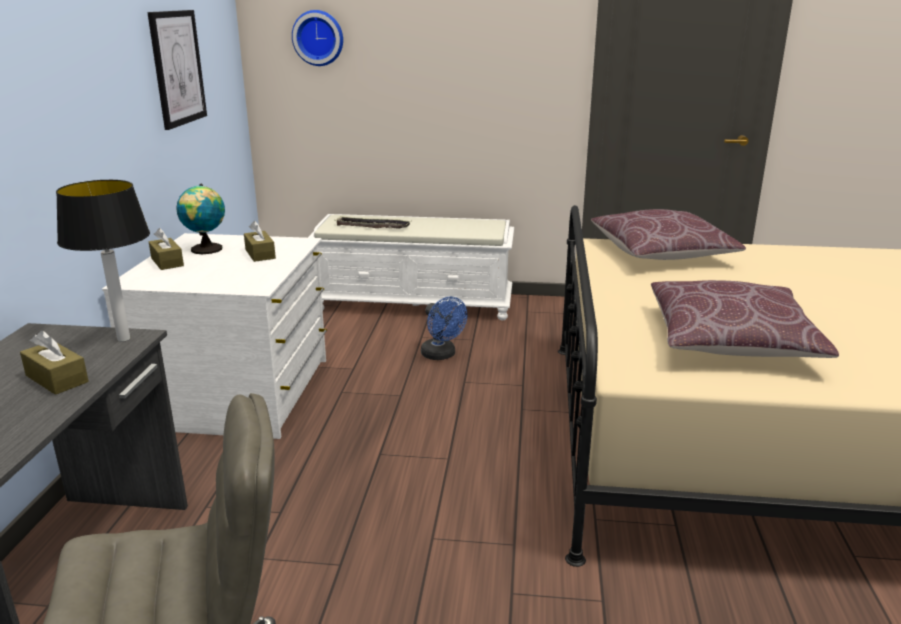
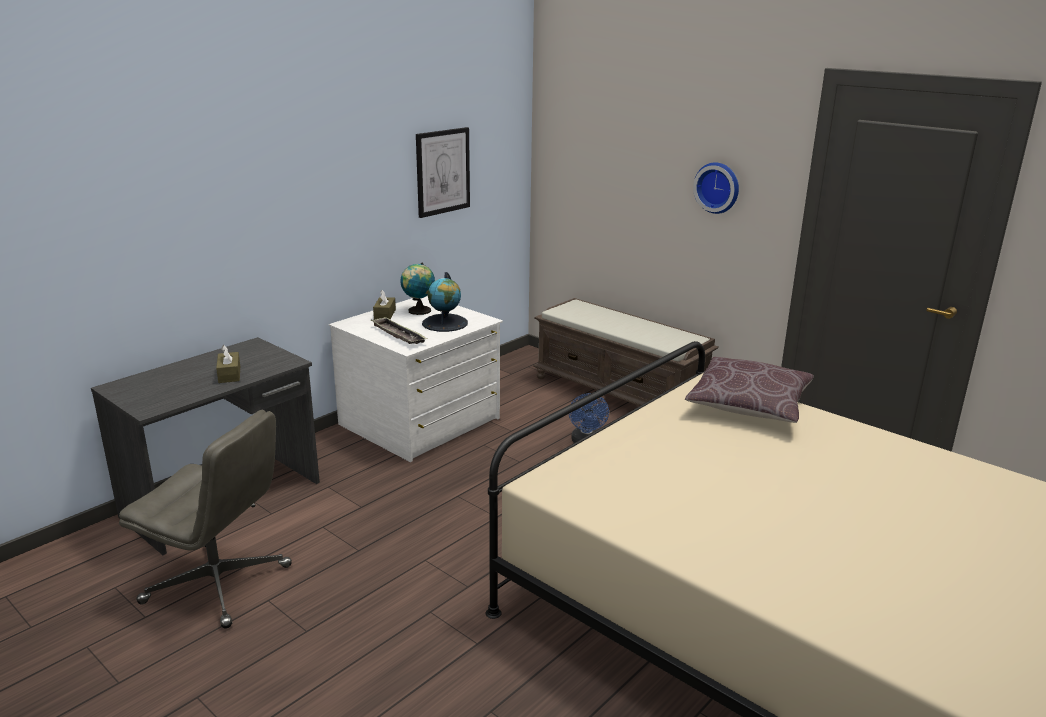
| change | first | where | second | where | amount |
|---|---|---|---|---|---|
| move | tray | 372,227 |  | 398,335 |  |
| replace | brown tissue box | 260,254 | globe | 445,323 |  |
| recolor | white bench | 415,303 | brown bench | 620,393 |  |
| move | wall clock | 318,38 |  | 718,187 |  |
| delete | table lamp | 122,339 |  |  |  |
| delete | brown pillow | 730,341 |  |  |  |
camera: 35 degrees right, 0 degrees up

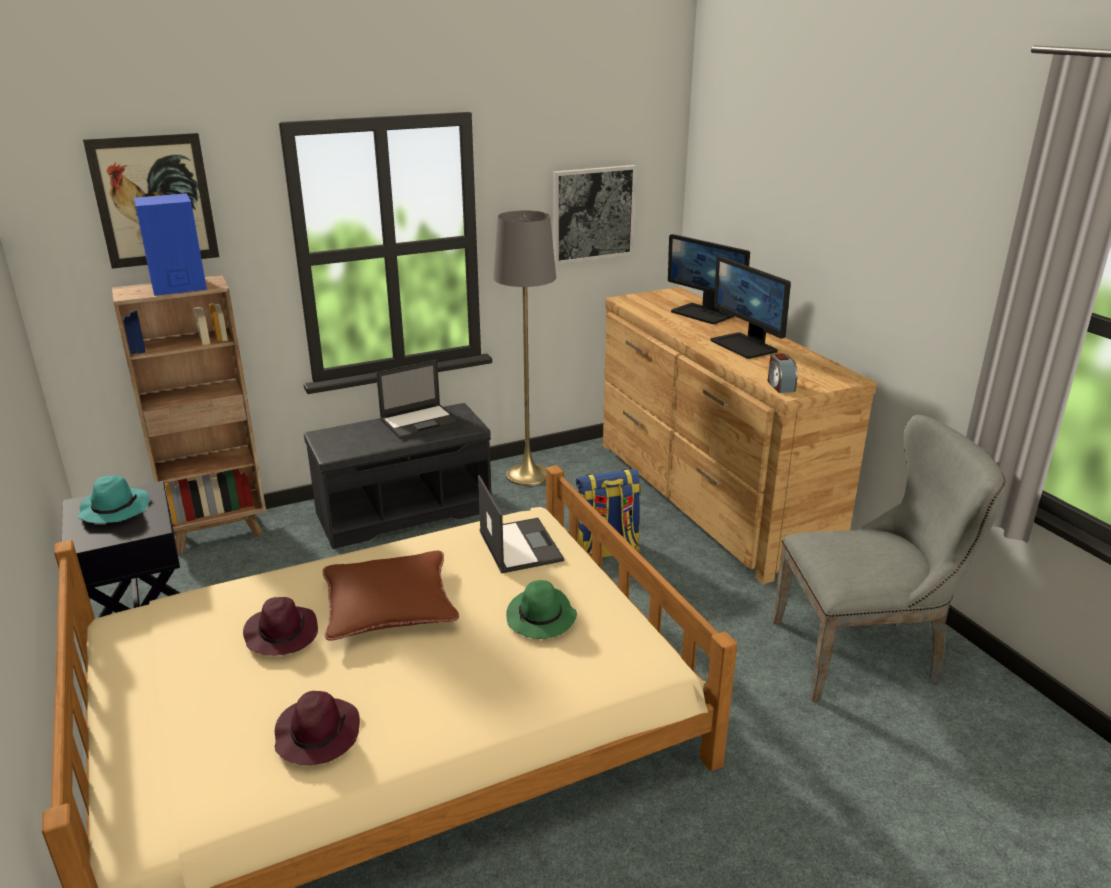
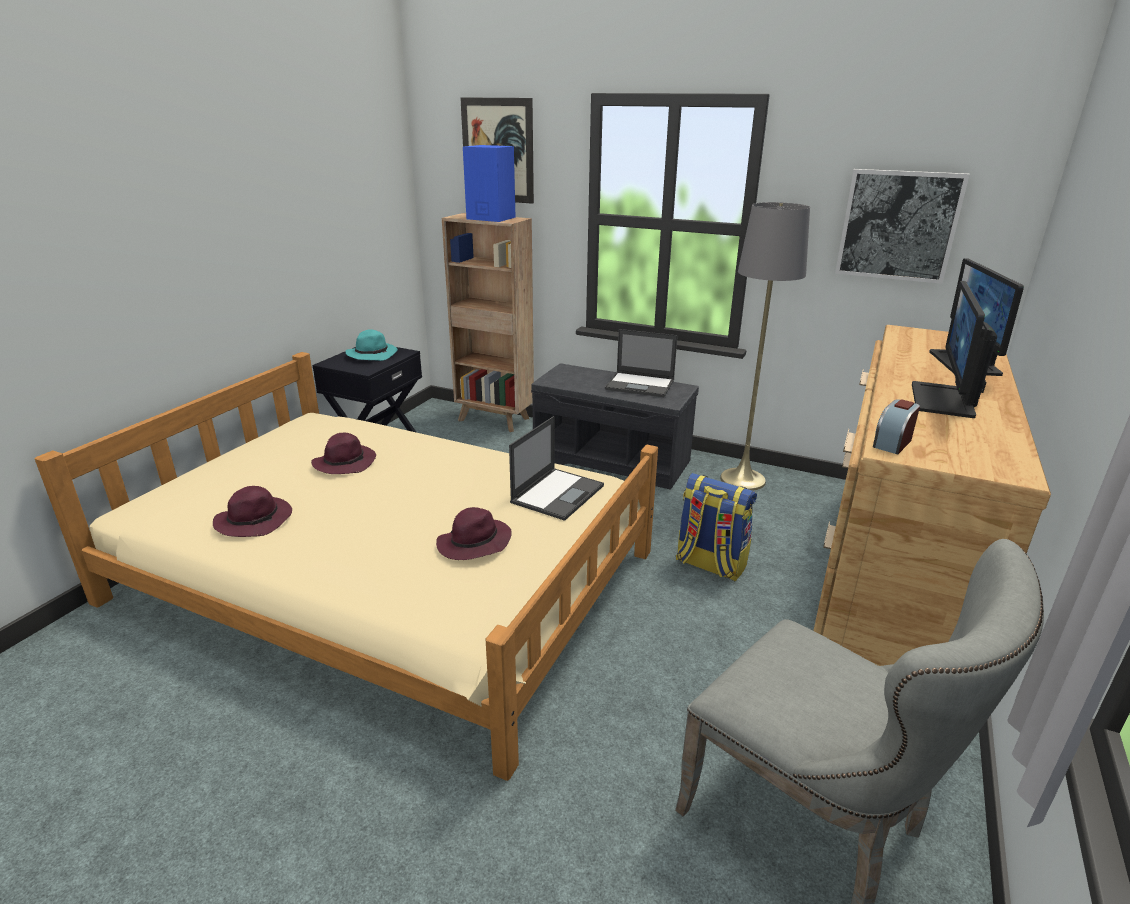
| change | first | where | second | where | amount |
|---|---|---|---|---|---|
| recolor | green hat | 541,618 | purple hat | 474,544 |  |
| delete | brown pillow | 389,605 |  |  |  |
camera: 50 degrees right, 0 degrees up

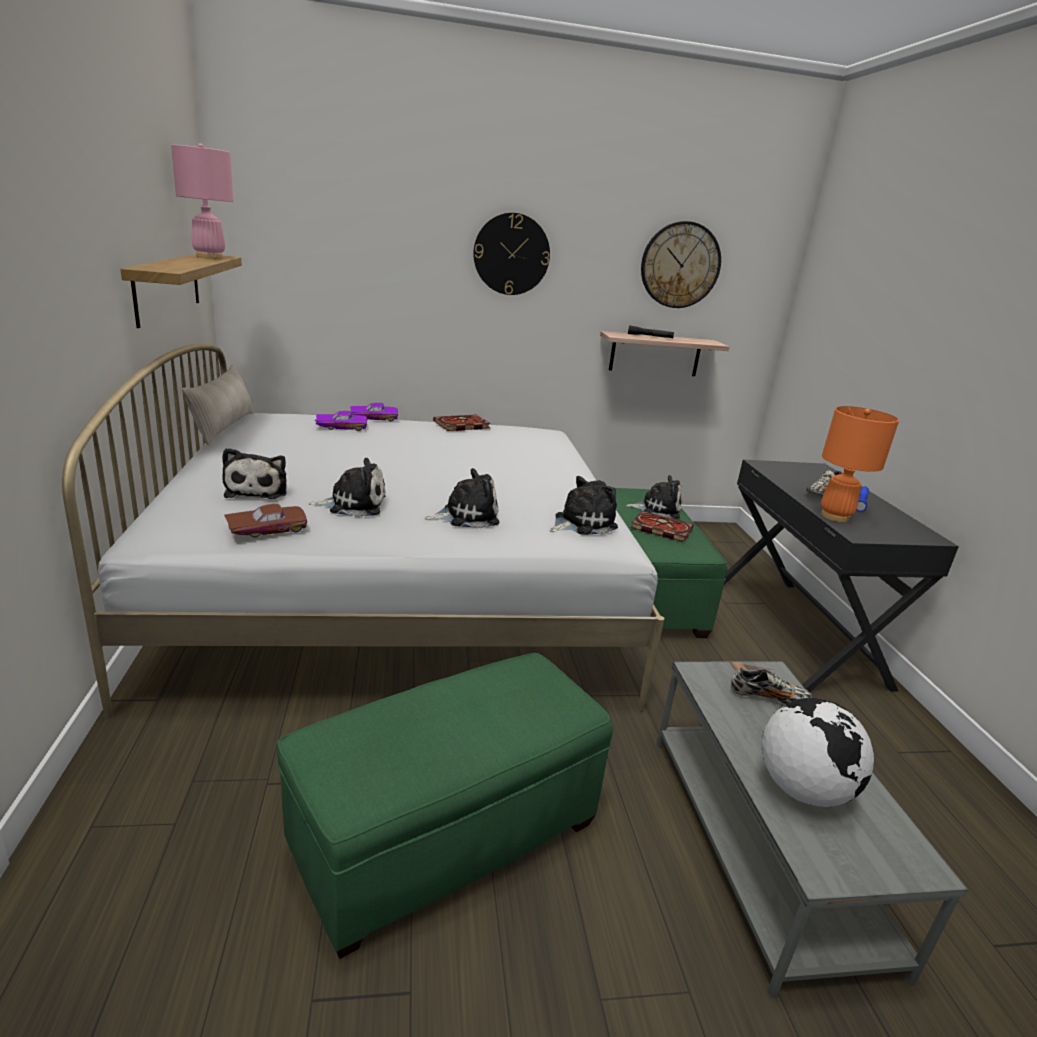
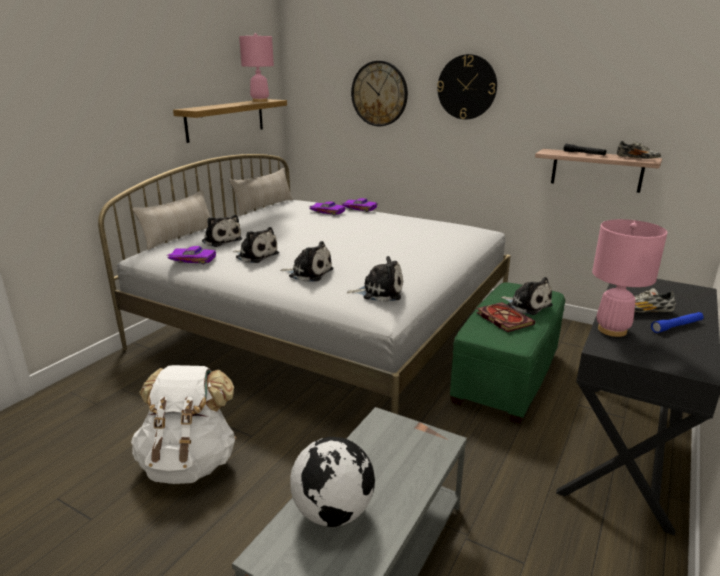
| change | first | where | second | where | amount |
|---|---|---|---|---|---|
| replace | green ottoman | 446,835 | white backpack | 189,462 |  |
| insert |  |  | beige pillow | 179,236 |  |
| recolor | brown toy car | 266,528 | purple toy car | 193,259 |  |
| rotate | plush toy | 258,490 |  | 221,240 | 75 degrees counterclockwise |
| move | wall clock | 680,265 |  | 379,94 |  |
| recolor | orange table lamp | 834,516 | pink table lamp | 611,330 |  |
| move | shoe | 768,698 |  | 637,159 |  |
| delete | book | 461,425 |  |  |  |
camera: 40 degrees right, 0 degrees up

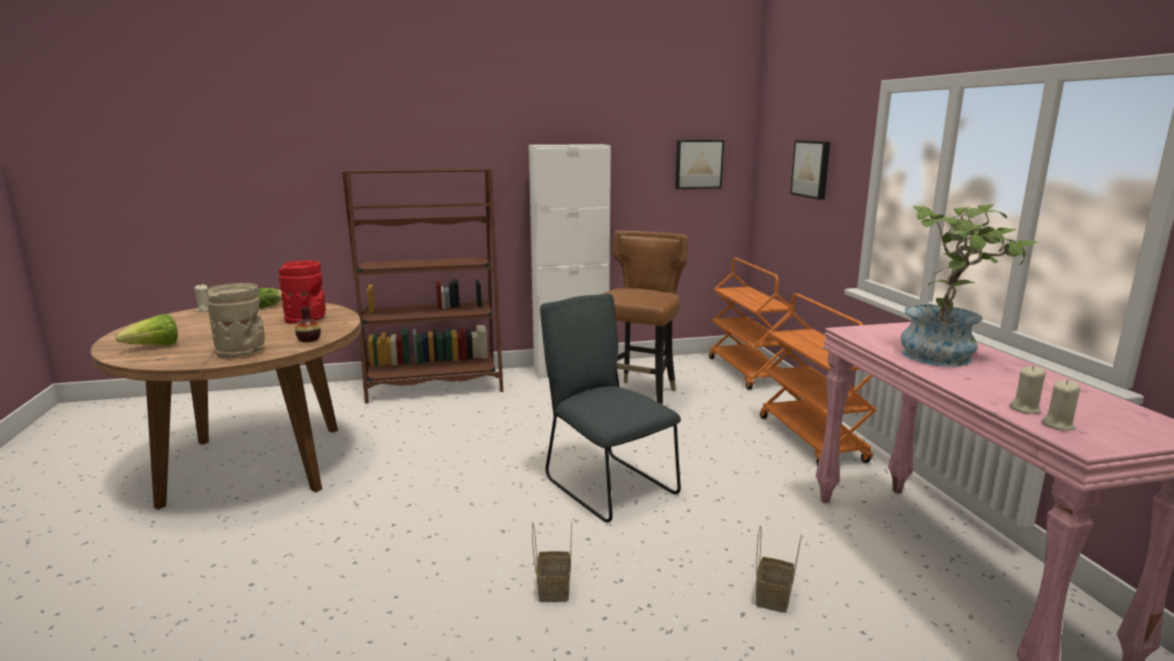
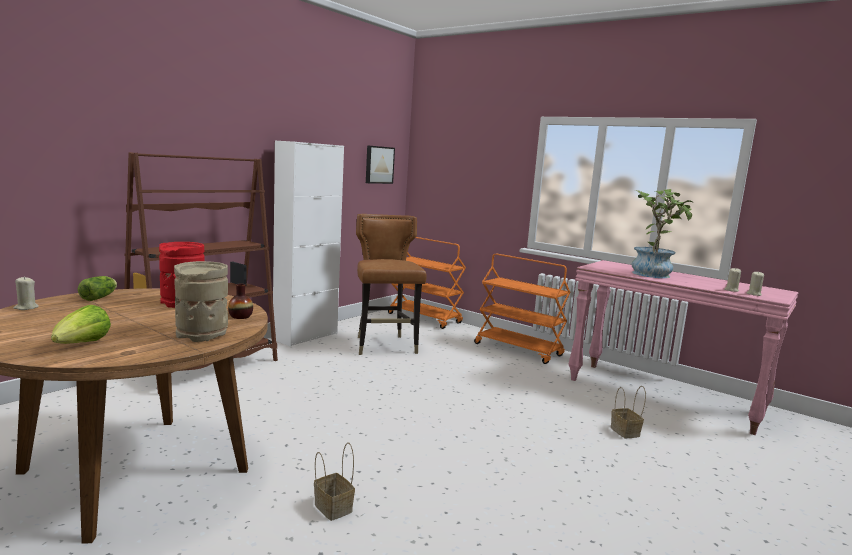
| change | first | where | second | where | amount |
|---|---|---|---|---|---|
| move | basket | 553,588 |  | 332,507 |  |
| delete | grey chair | 606,484 |  |  |  |
| delete | picture | 812,169 |  |  |  |
camera: 40 degrees left, 5 degrees down

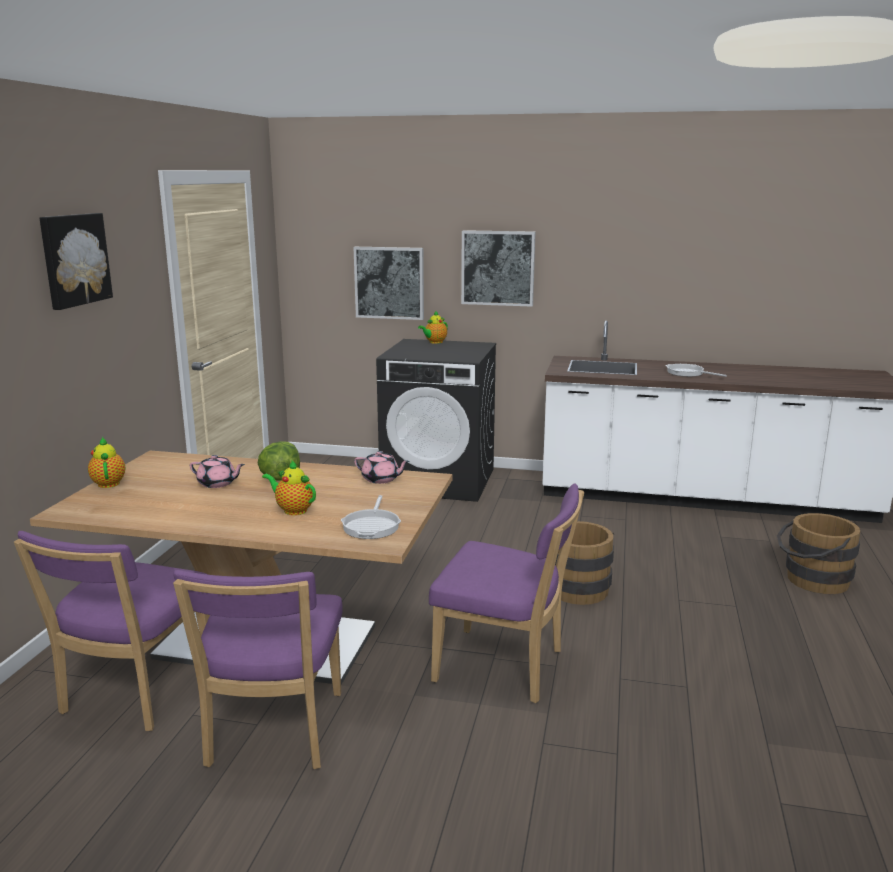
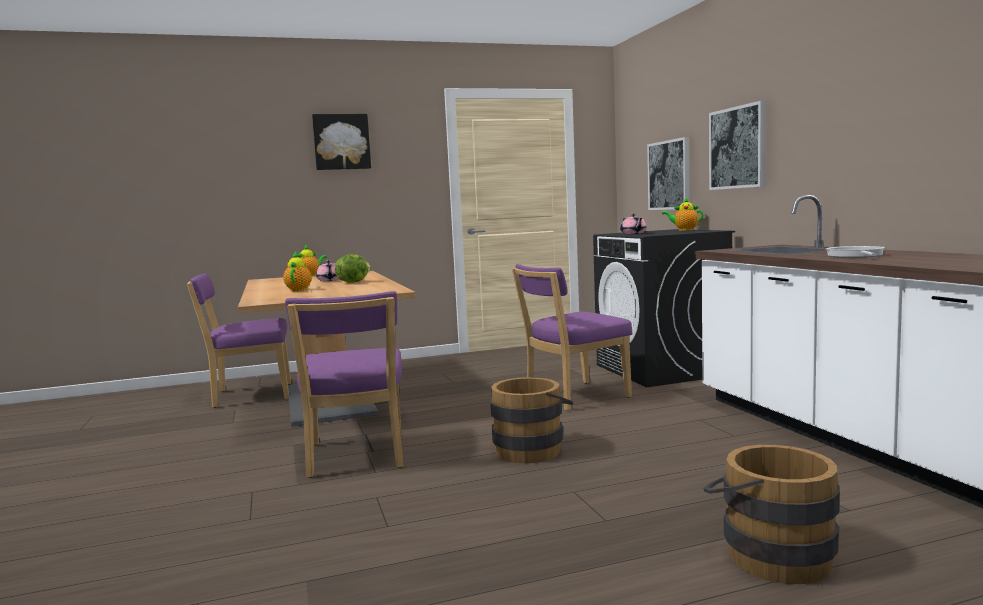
| change | first | where | second | where | amount |
|---|---|---|---|---|---|
| move | purple chair | 273,734 |  | 573,397 |  |
| move | pink teapot | 381,479 |  | 633,233 |  |
| delete | frying pan | 372,526 |  |  |  |
camera: 60 degrees right, 10 degrees down

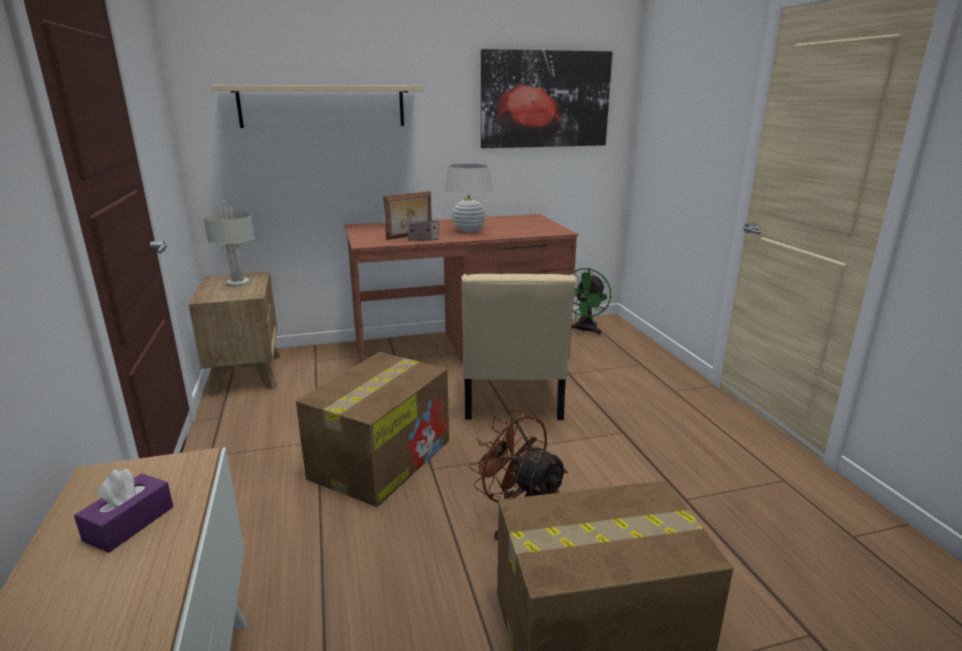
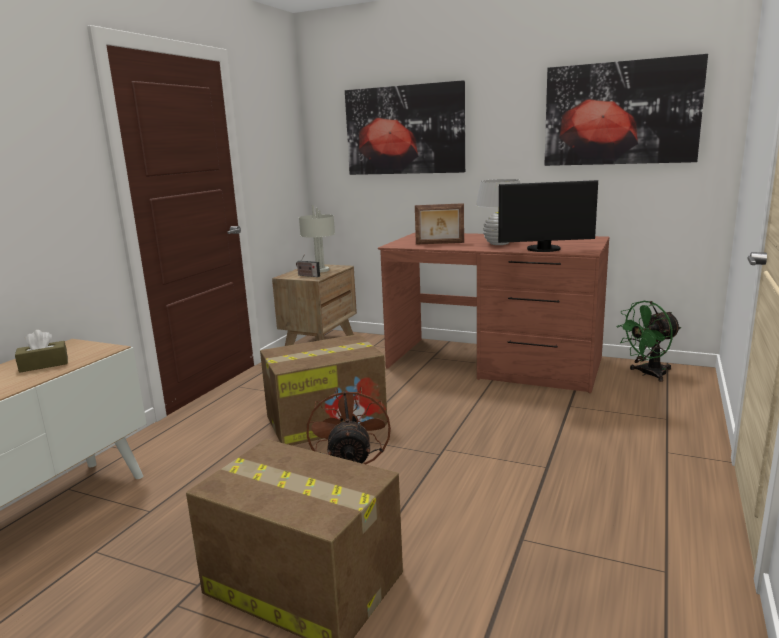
| change | first | where | second | where | amount |
|---|---|---|---|---|---|
| recolor | purple tissue box | 129,523 | brown tissue box | 44,365 |  |
| move | radio | 421,240 |  | 307,275 |  |
| replace | beige shelf | 322,106 | picture | 404,130 |  |
| insert |  |  | monitor | 544,249 |  |
| delete | beige chair | 512,400 |  |  |  |
camera: 40 degrees right, 5 degrees down

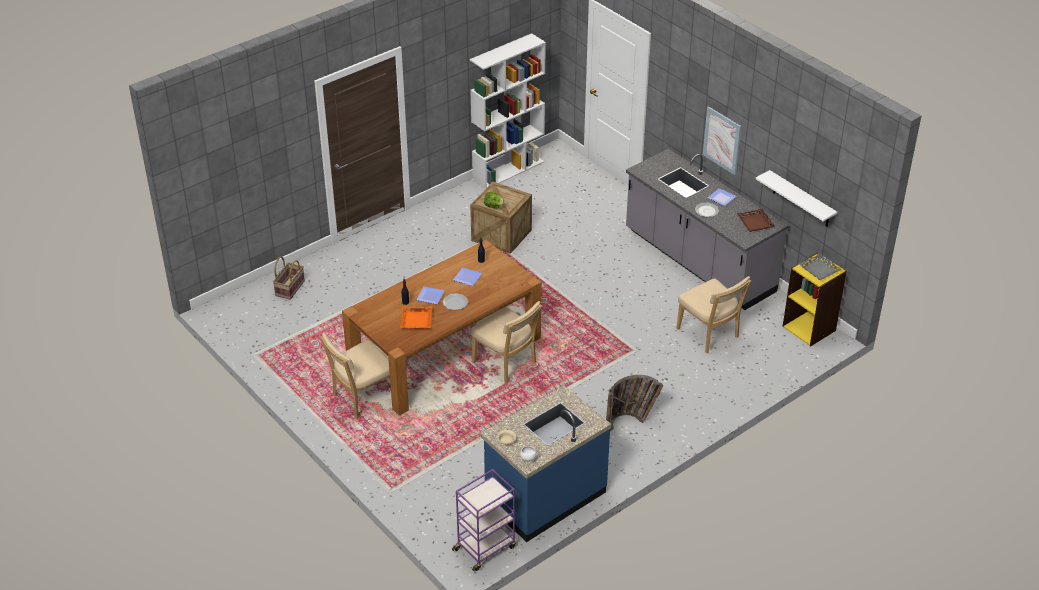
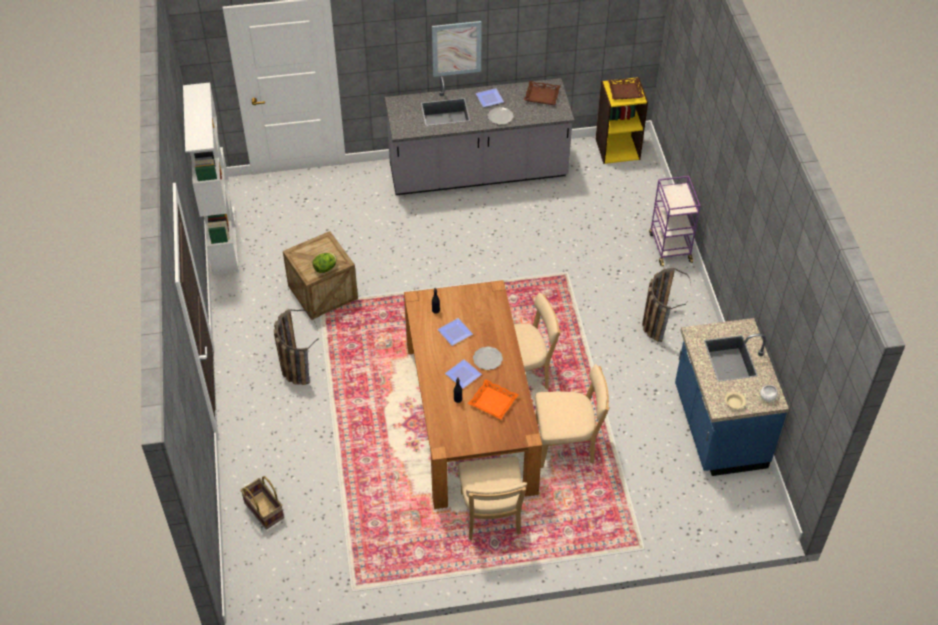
| change | first | where | second | where | amount |
|---|---|---|---|---|---|
| insert |  |  | basket | 294,365 |  |
| move | beige chair | 709,335 |  | 567,444 |  |
| recolor | grey tray | 819,269 | brown tray | 625,91 |  |
| move | purple cart | 485,548 |  | 669,247 |  |
| delete | white shelf | 801,199 |  |  |  |
camera: 60 degrees left, 10 degrees up

